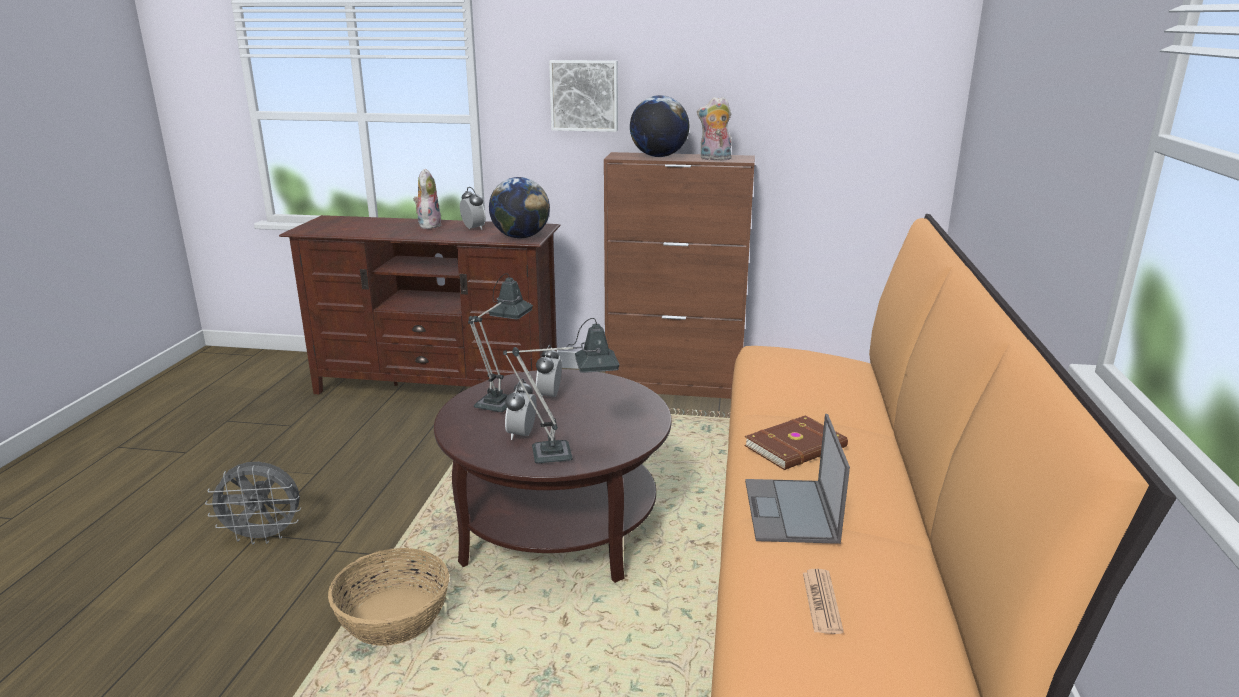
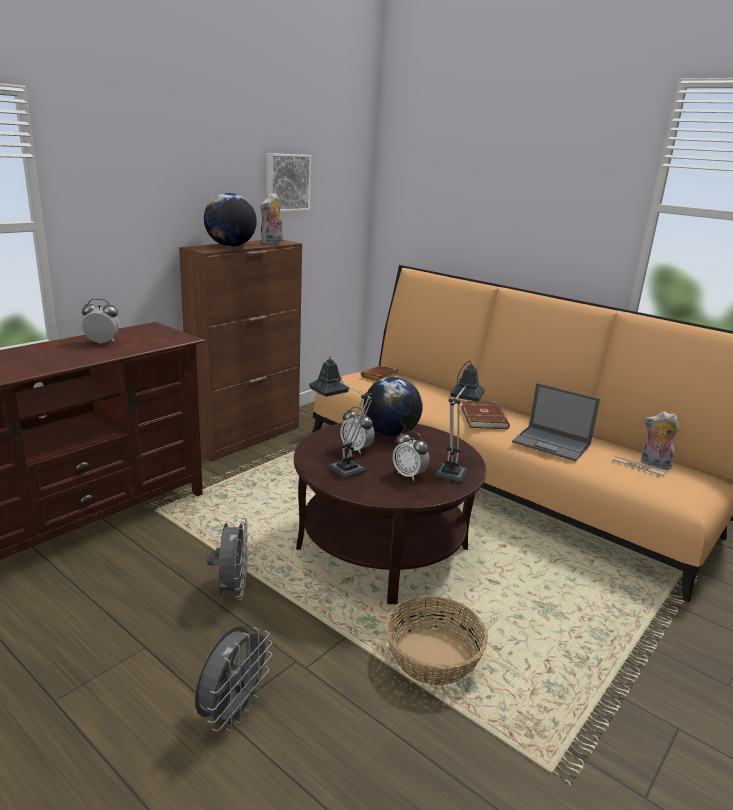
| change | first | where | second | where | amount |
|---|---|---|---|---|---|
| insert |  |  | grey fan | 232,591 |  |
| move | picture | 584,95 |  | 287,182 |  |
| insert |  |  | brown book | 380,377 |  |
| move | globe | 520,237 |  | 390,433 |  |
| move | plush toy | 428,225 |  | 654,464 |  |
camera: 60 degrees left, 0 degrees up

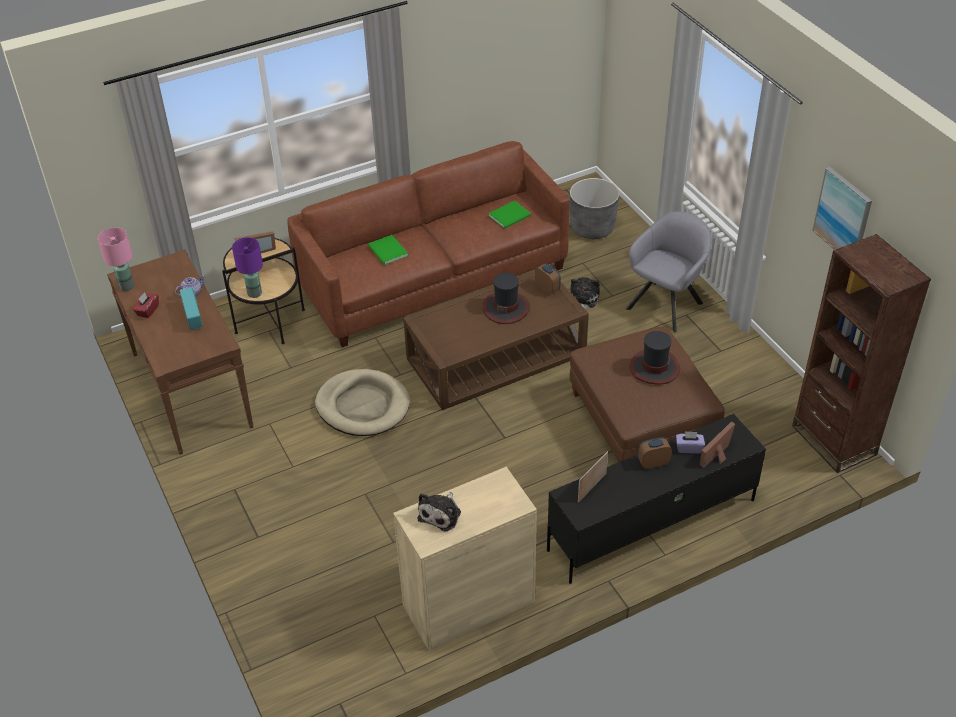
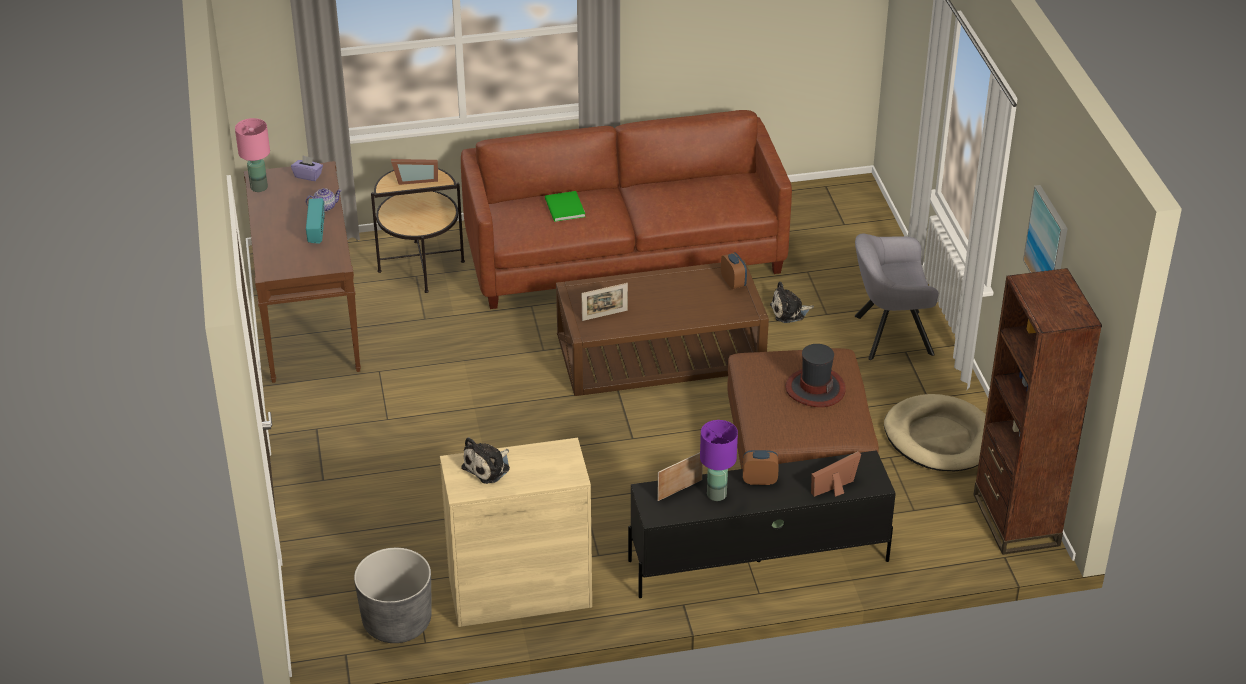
| change | first | where | second | where | amount |
|---|---|---|---|---|---|
| move | purple tissue box | 689,448 |  | 308,176 |  |
| move | grey planter | 592,228 |  | 397,622 |  |
| insert |  |  | picture frame | 604,315 |  |
| move | purple table lamp | 255,293 |  | 717,494 |  |
| rotate | plush toy | 583,300 |  | 789,312 | 135 degrees counterclockwise |
| rotate | grey armchair | 667,303 |  | 888,335 | 150 degrees counterclockwise |
| move | beige dog bed | 363,406 |  | 940,437 |  |
| delete | red tissue box | 147,310 |  |  |  |
| delete | hat | 506,308 |  |  |  |
| delete | green book | 511,216 |  |  |  |
camera: 15 degrees right, 5 degrees down

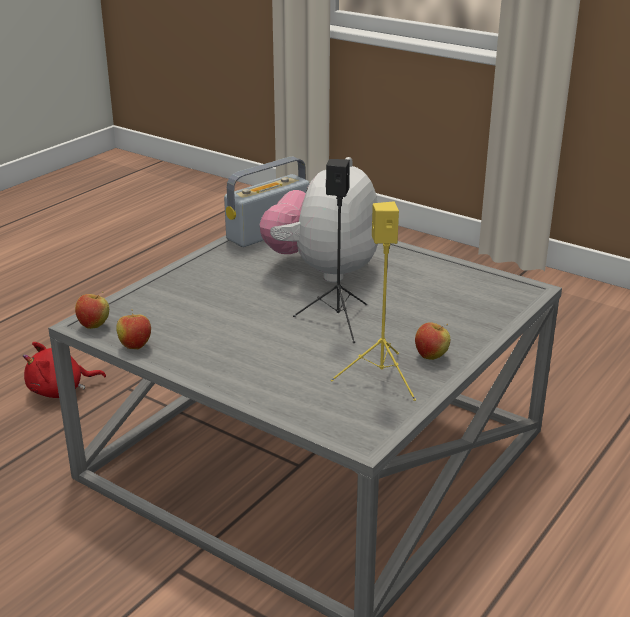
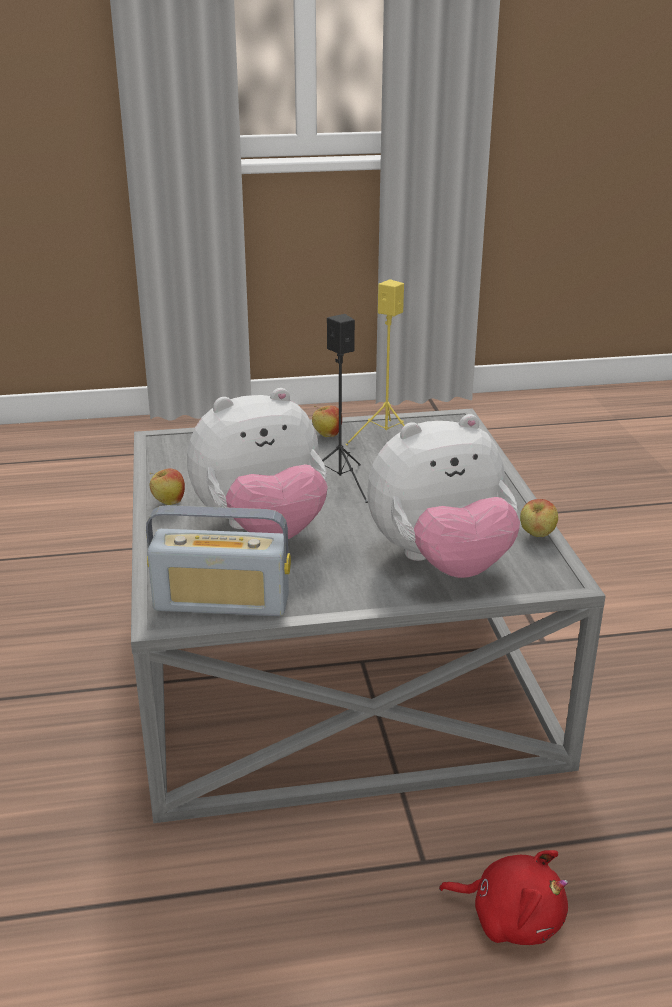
| change | first | where | second | where | amount |
|---|---|---|---|---|---|
| move | apple | 94,325 |  | 168,503 |  |
| insert |  |  | plush toy | 441,562 |  |
camera: 135 degrees left, 0 degrees up

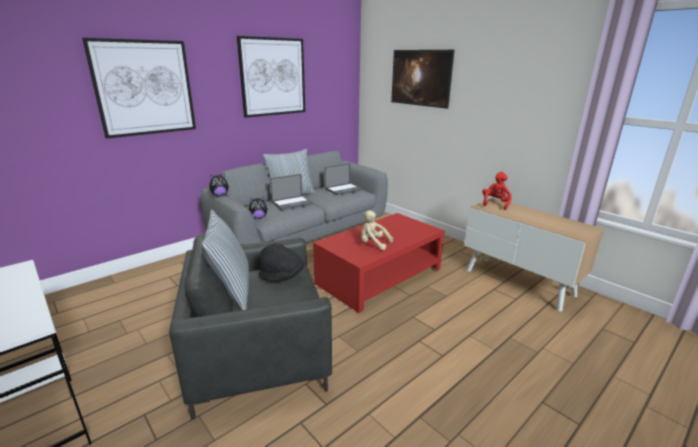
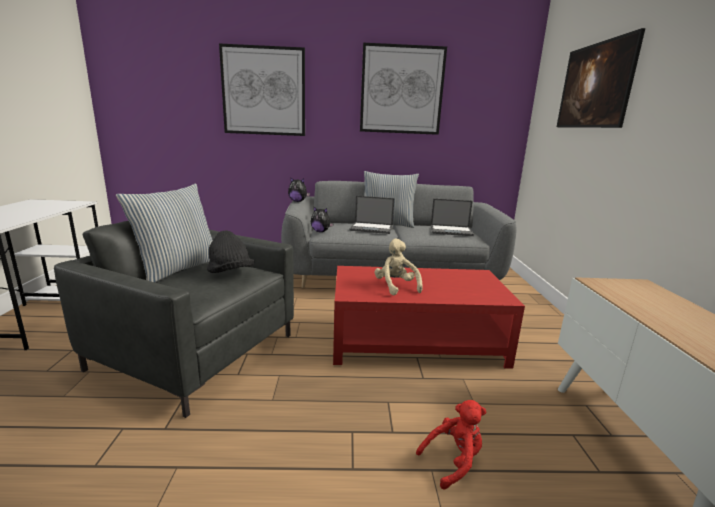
| change | first | where | second | where | amount |
|---|---|---|---|---|---|
| move | red plush toy | 495,204 |  | 453,461 |  |
camera: 40 degrees right, 5 degrees down

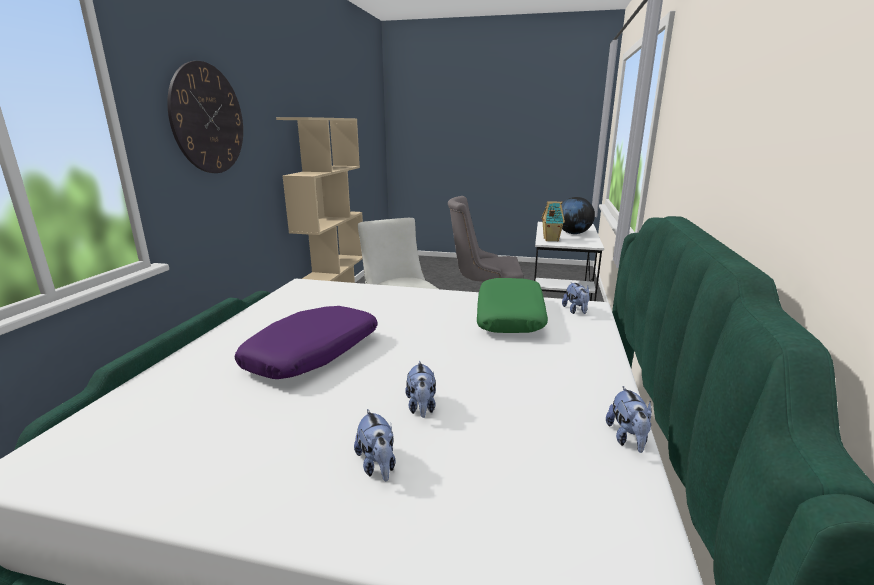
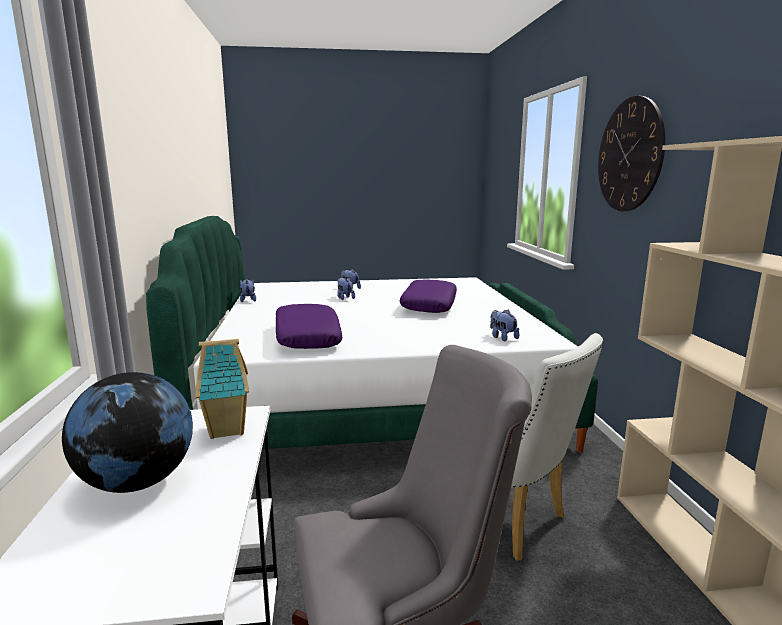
| change | first | where | second | where | amount |
|---|---|---|---|---|---|
| recolor | green pillow | 510,316 | purple pillow | 306,337 |  |
| move | plush toy | 576,311 |  | 502,337 |  |
camera: 160 degrees right, 5 degrees down

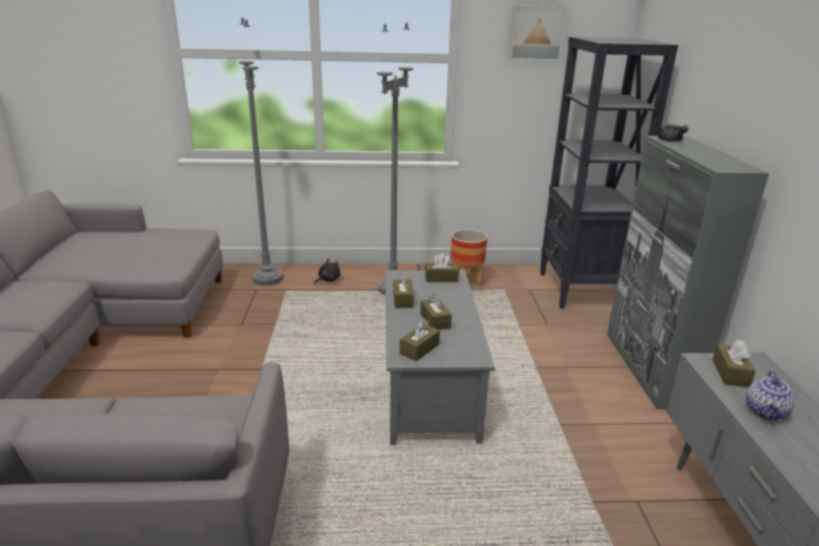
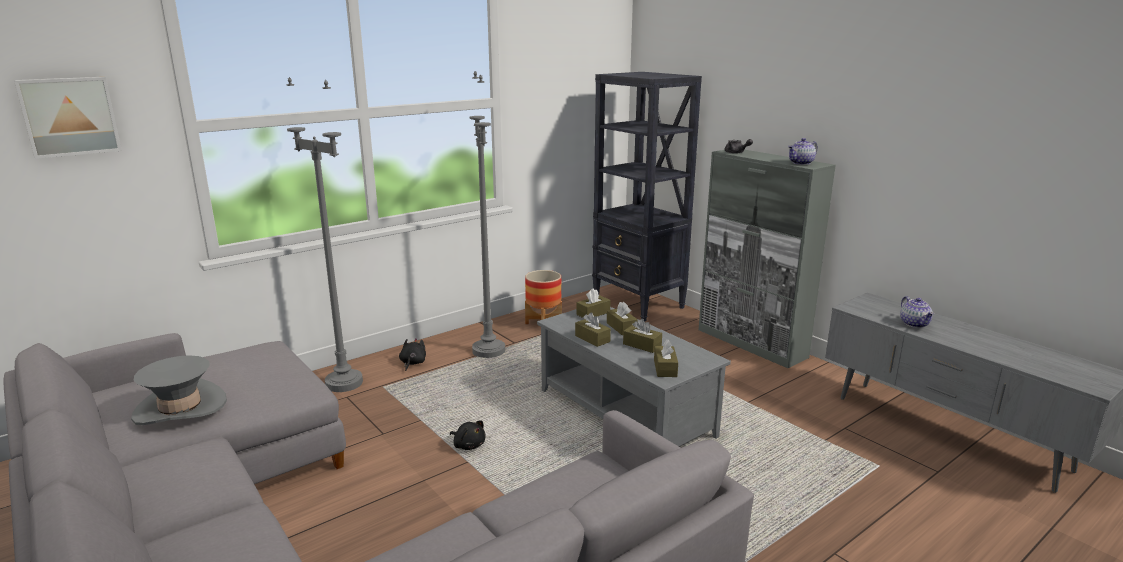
| change | first | where | second | where | amount |
|---|---|---|---|---|---|
| move | picture | 536,33 |  | 69,116 |  |
| insert |  |  | grey hat | 180,407 |  |
| insert |  |  | black plush toy | 468,445 |  |
| move | brown tissue box | 730,373 |  | 621,327 |  |
| insert |  |  | teapot | 801,163 |  |
camera: 35 degrees left, 5 degrees down

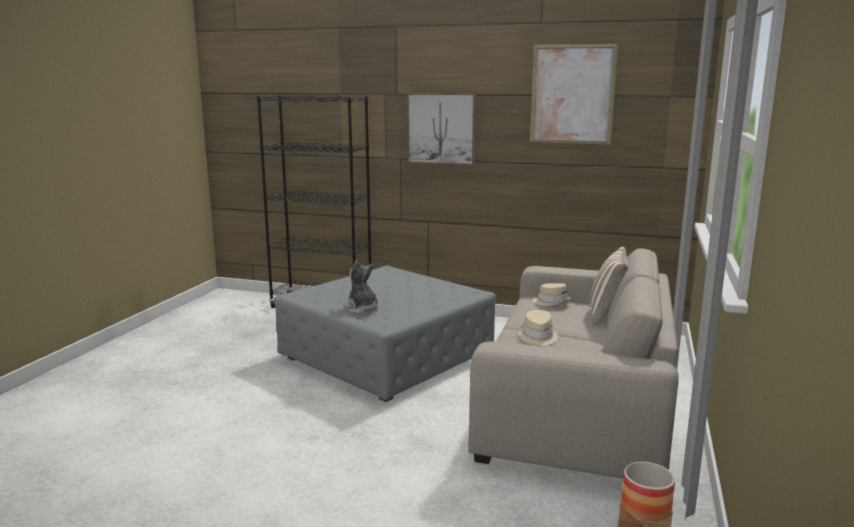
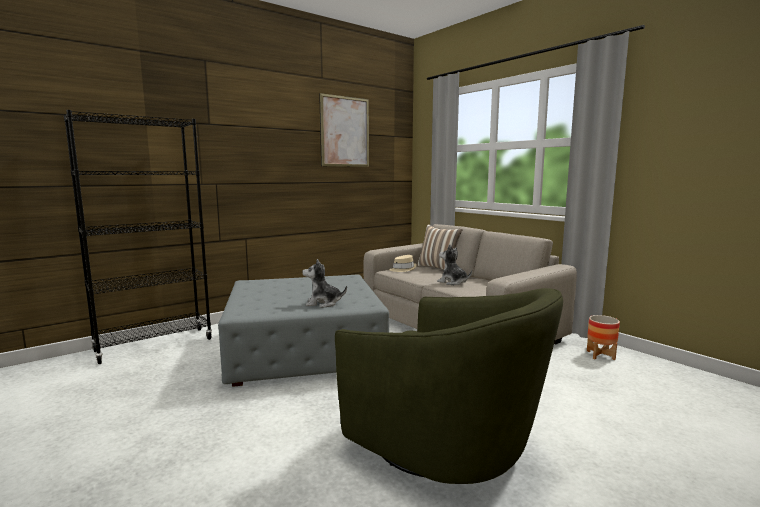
| change | first | where | second | where | amount |
|---|---|---|---|---|---|
| insert |  |  | green armchair | 445,445 |  |
| replace | beige hat | 537,336 | plush toy | 453,282 |  |
| delete | picture | 441,128 |  |  |  |
camera: 55 degrees left, 5 degrees down

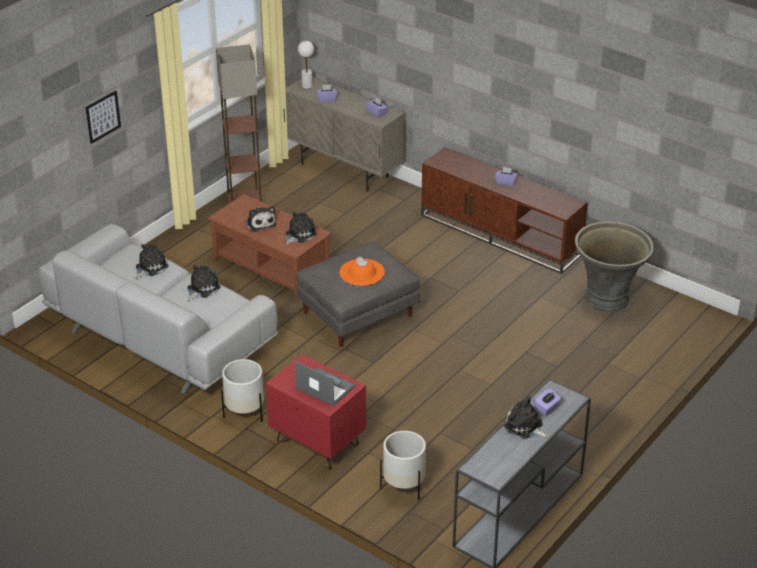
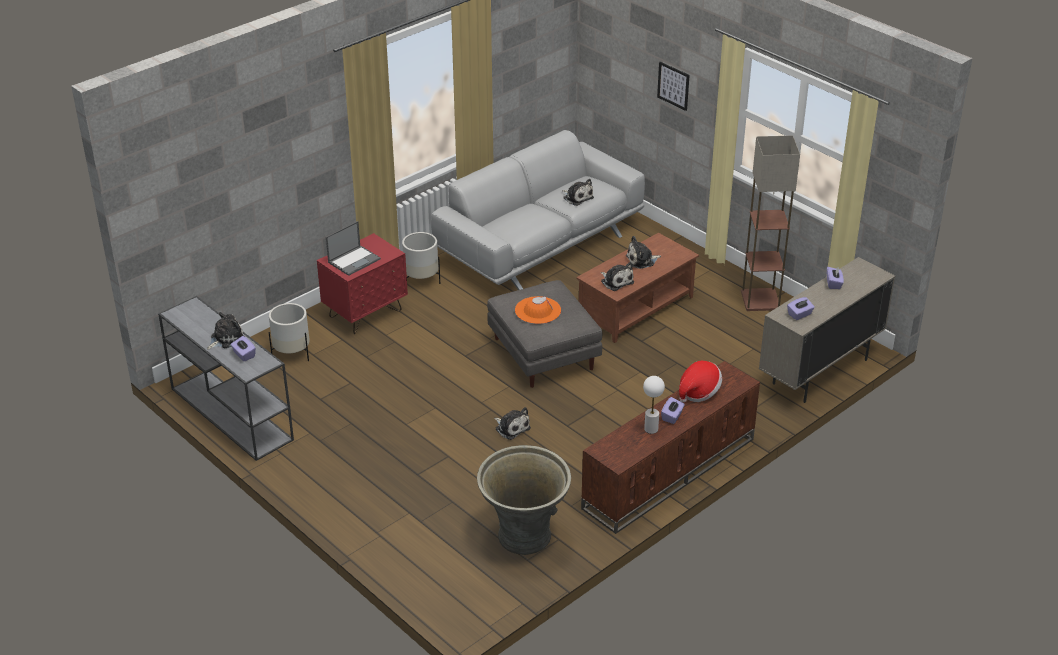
| change | first | where | second | where | amount |
|---|---|---|---|---|---|
| move | plush toy | 202,289 |  | 511,428 |  |
| move | white table lamp | 307,86 |  | 651,429 |  |
| insert |  |  | hat | 698,392 |  |
camera: 100 degrees right, 0 degrees up

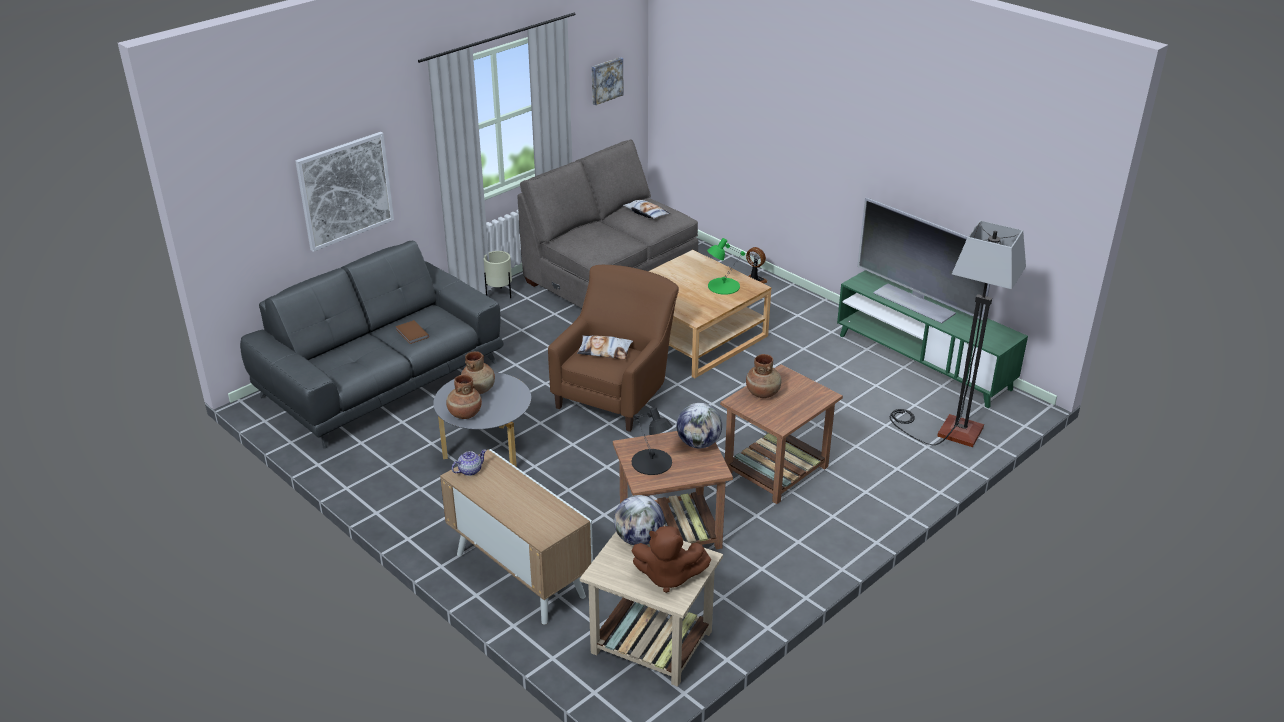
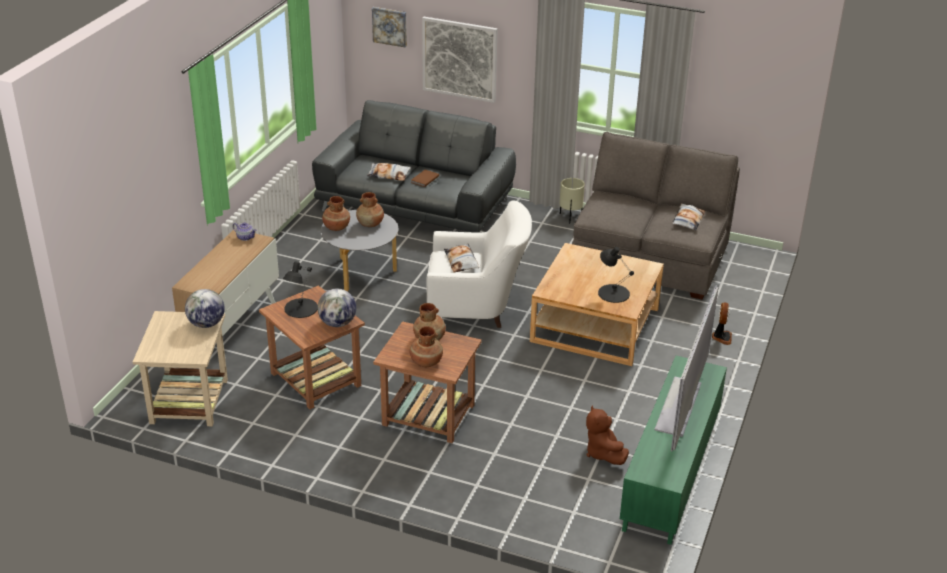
| change | first | where | second | where | amount |
|---|---|---|---|---|---|
| insert |  |  | pillow | 388,175 |  |
| move | picture | 606,80 |  | 390,26 |  |
| insert |  |  | brown vase | 426,362 |  |
| recolor | brown armchair | 617,393 | white armchair | 476,309 |  |
| move | brown plush toy | 668,577 |  | 603,453 |  |
| recolor | green table lamp | 723,286 | black table lamp | 613,293 |  |
| delete | floor lamp | 946,430 |  |  |  |
camera: 65 degrees right, 0 degrees up

